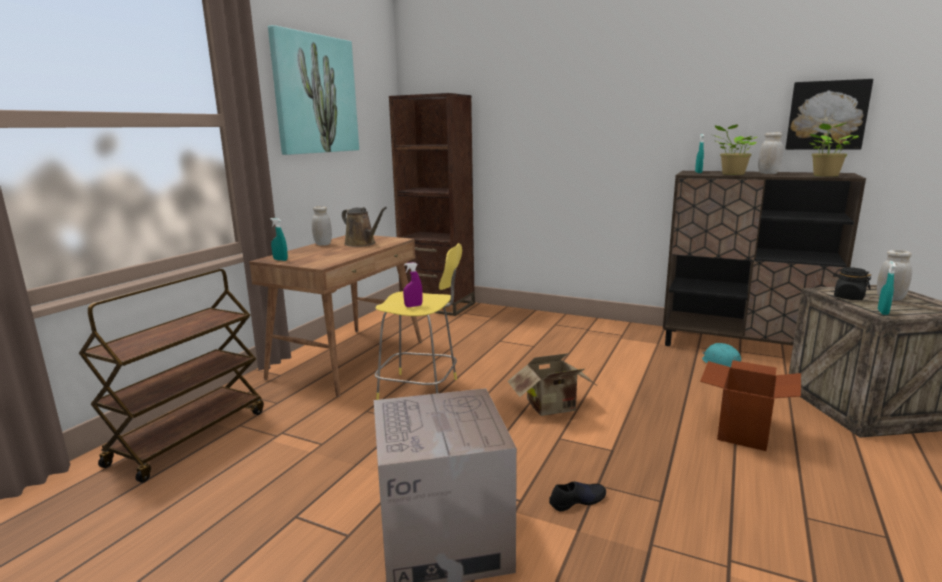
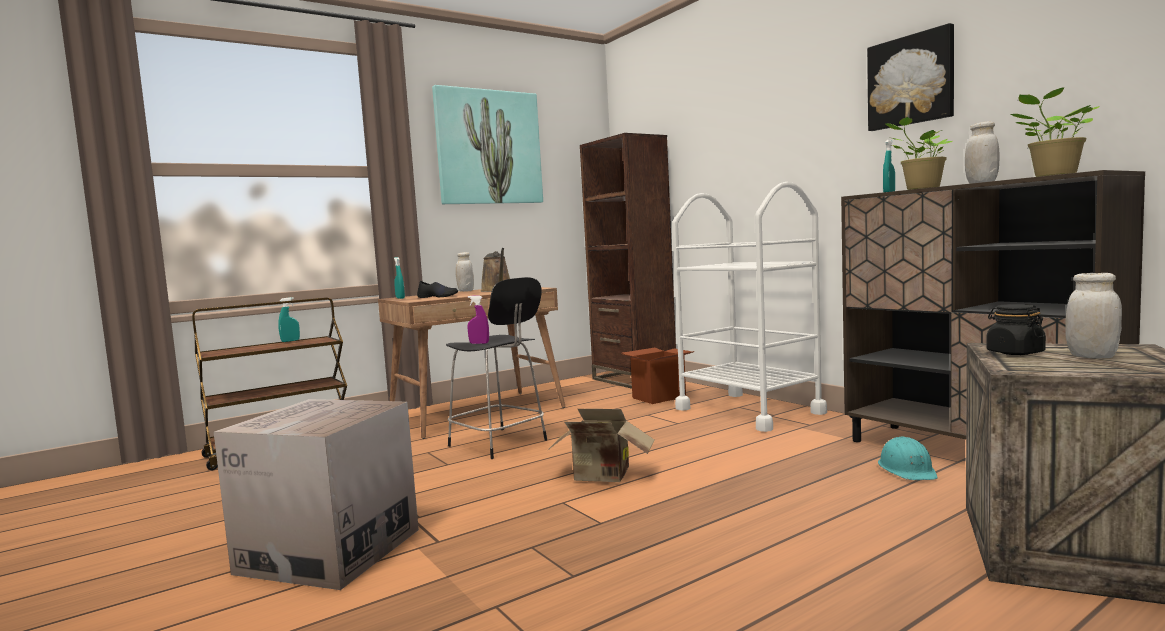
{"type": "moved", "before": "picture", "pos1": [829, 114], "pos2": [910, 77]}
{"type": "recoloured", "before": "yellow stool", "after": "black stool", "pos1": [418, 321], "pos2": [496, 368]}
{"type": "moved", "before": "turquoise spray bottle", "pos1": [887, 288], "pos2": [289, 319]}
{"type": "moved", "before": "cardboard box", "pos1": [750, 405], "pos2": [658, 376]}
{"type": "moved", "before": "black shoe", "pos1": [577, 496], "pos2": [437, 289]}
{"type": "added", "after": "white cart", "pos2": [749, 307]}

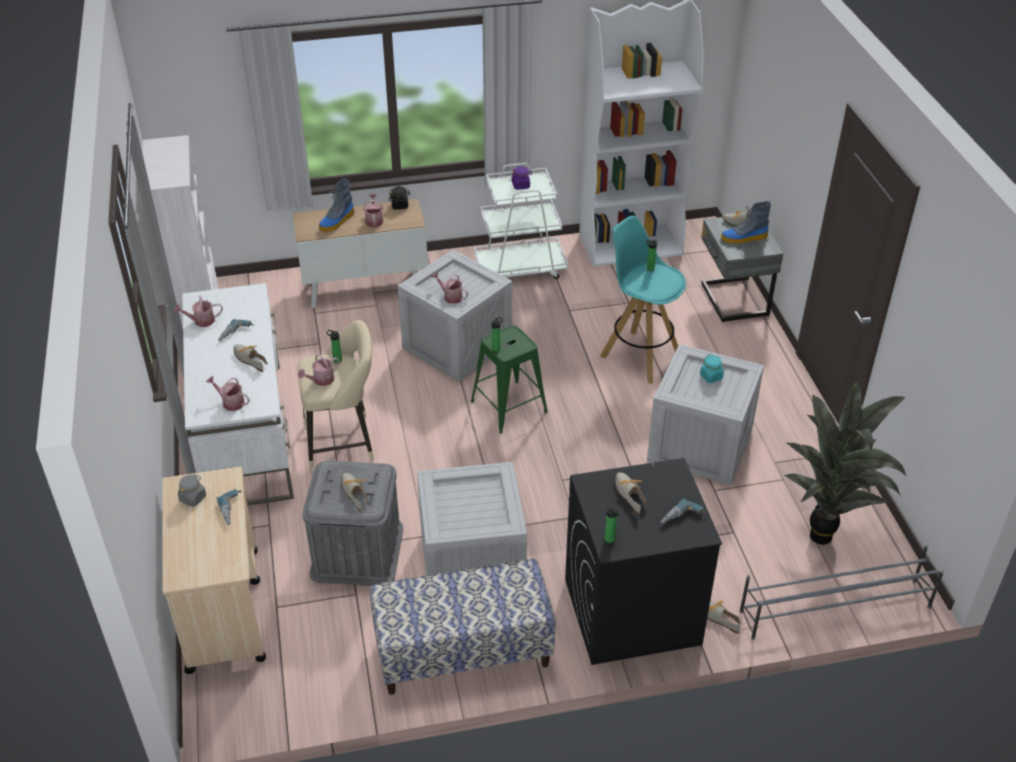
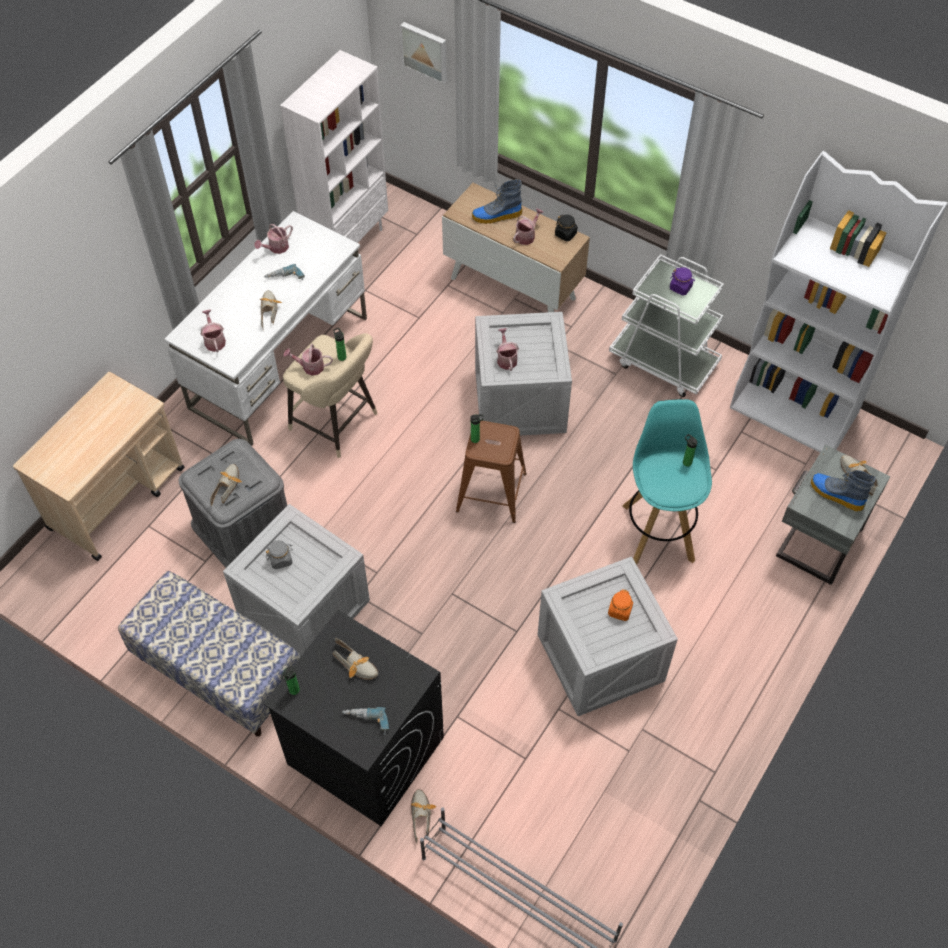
{"type": "turned", "before": "watering can", "pos1": [198, 311], "pos2": [273, 239], "turn": -75}
{"type": "recoloured", "before": "green stool", "after": "brown stool", "pos1": [509, 380], "pos2": [491, 472]}
{"type": "recoloured", "before": "turquoise jar", "after": "orange jar", "pos1": [712, 368], "pos2": [620, 605]}
{"type": "removed", "before": "potted plant", "pos1": [845, 463]}
{"type": "turned", "before": "shoe", "pos1": [631, 493], "pos2": [355, 659], "turn": 105}
{"type": "moved", "before": "grey jar", "pos1": [192, 490], "pos2": [279, 554]}
{"type": "removed", "before": "power drill", "pos1": [229, 507]}
{"type": "added", "after": "picture", "pos2": [423, 53]}

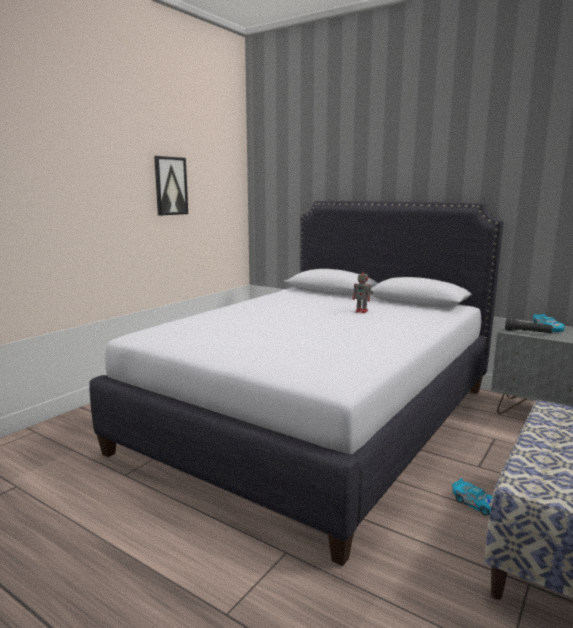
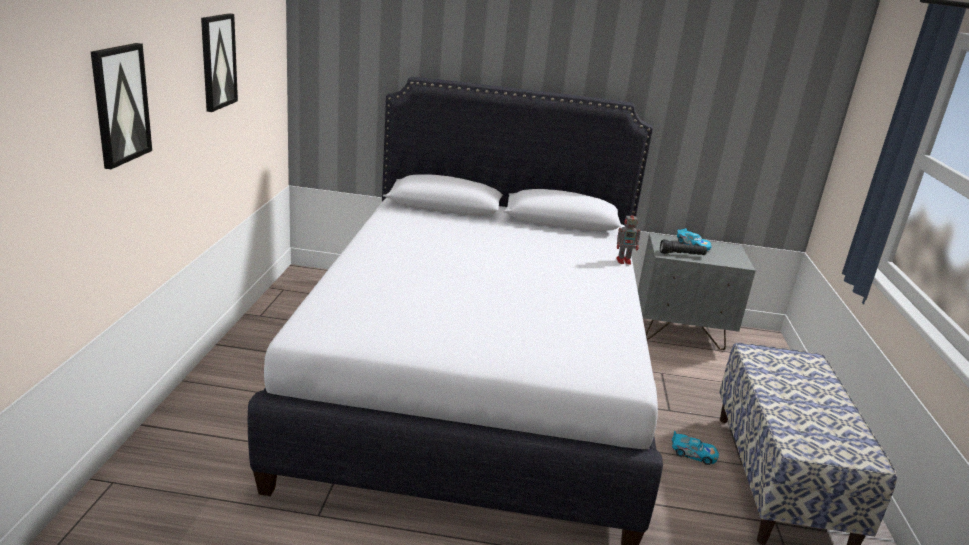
{"type": "moved", "before": "toy robot", "pos1": [363, 291], "pos2": [628, 238]}
{"type": "added", "after": "picture", "pos2": [121, 106]}

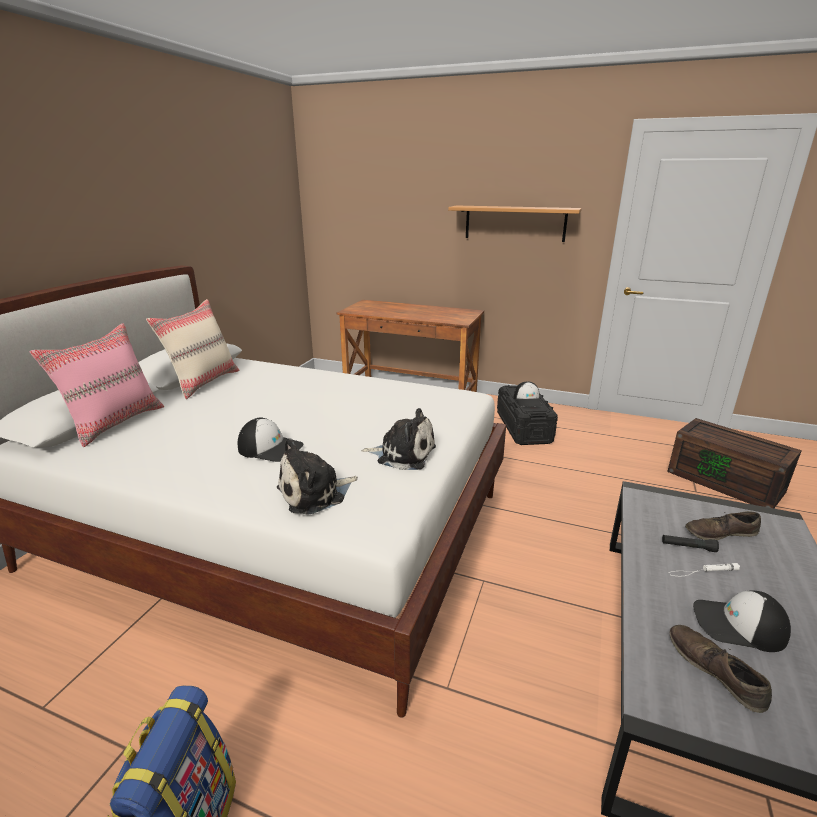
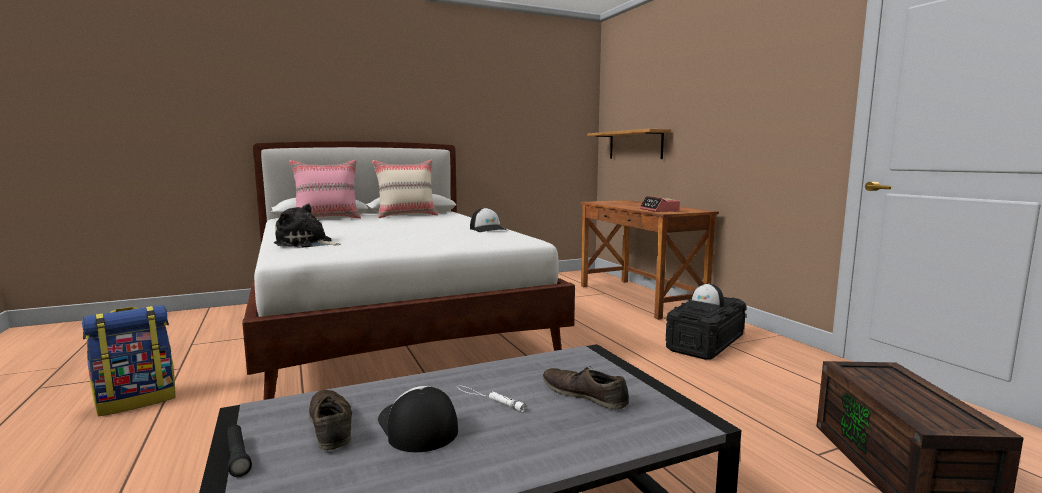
{"type": "moved", "before": "shelf", "pos1": [515, 224], "pos2": [629, 144]}
{"type": "removed", "before": "plush toy", "pos1": [398, 439]}
{"type": "moved", "before": "cap", "pos1": [271, 440], "pos2": [488, 220]}
{"type": "moved", "before": "black flashlight", "pos1": [690, 543], "pos2": [239, 450]}
{"type": "turned", "before": "brown shoe", "pos1": [721, 669], "pos2": [330, 420], "turn": -45}
{"type": "added", "after": "alarm clock", "pos2": [660, 204]}

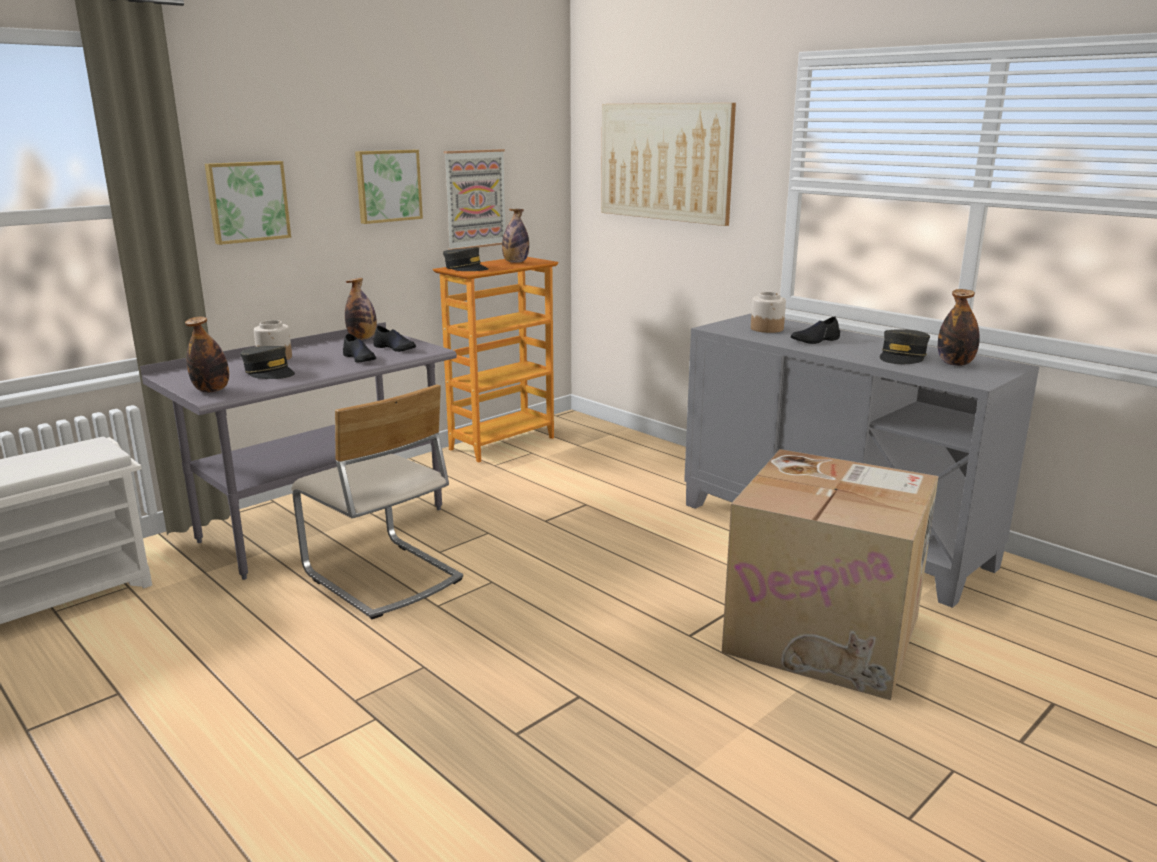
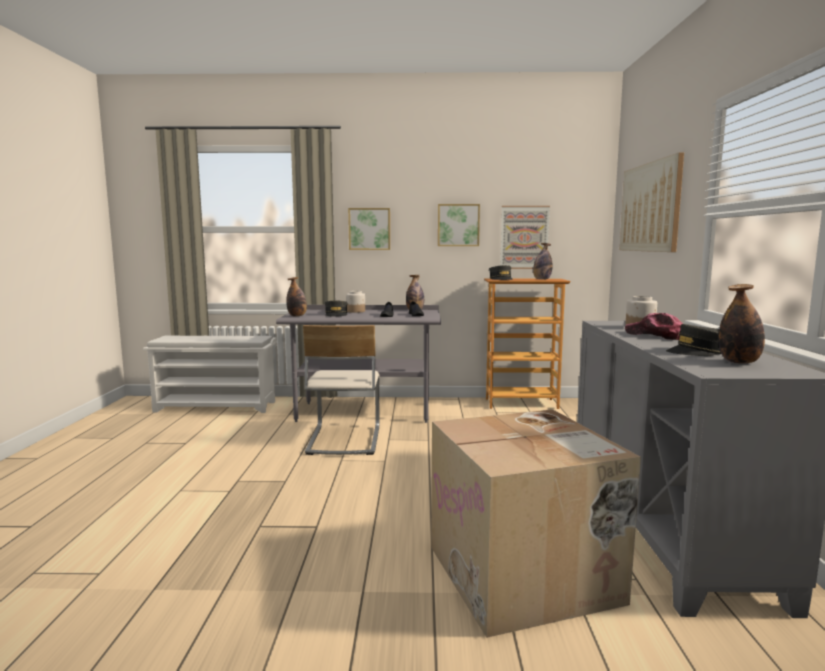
{"type": "replaced", "before": "black shoe", "after": "cap", "pos1": [815, 330], "pos2": [654, 326]}

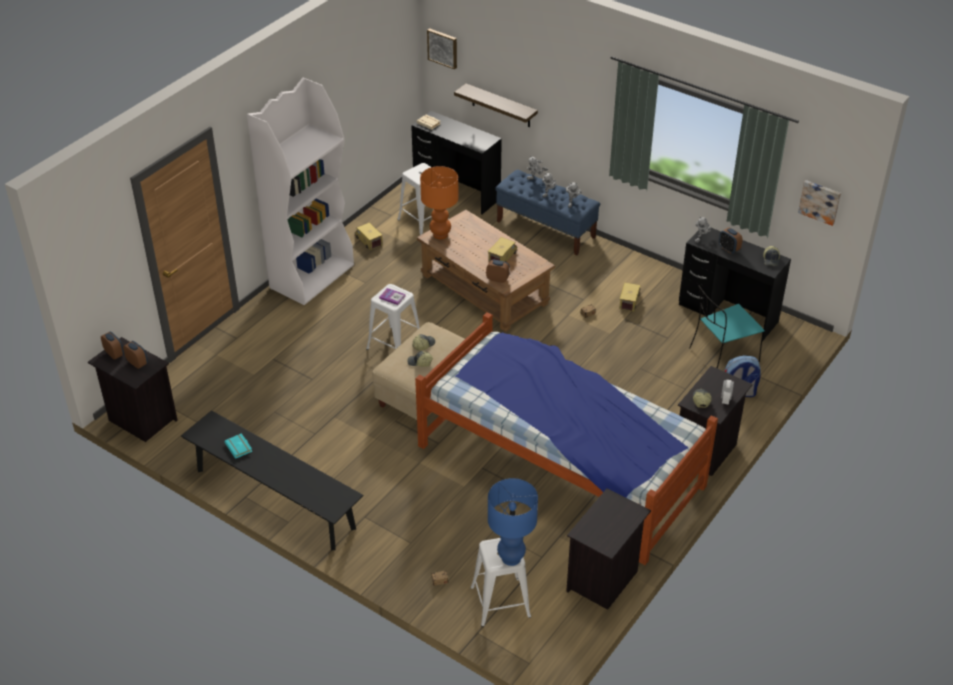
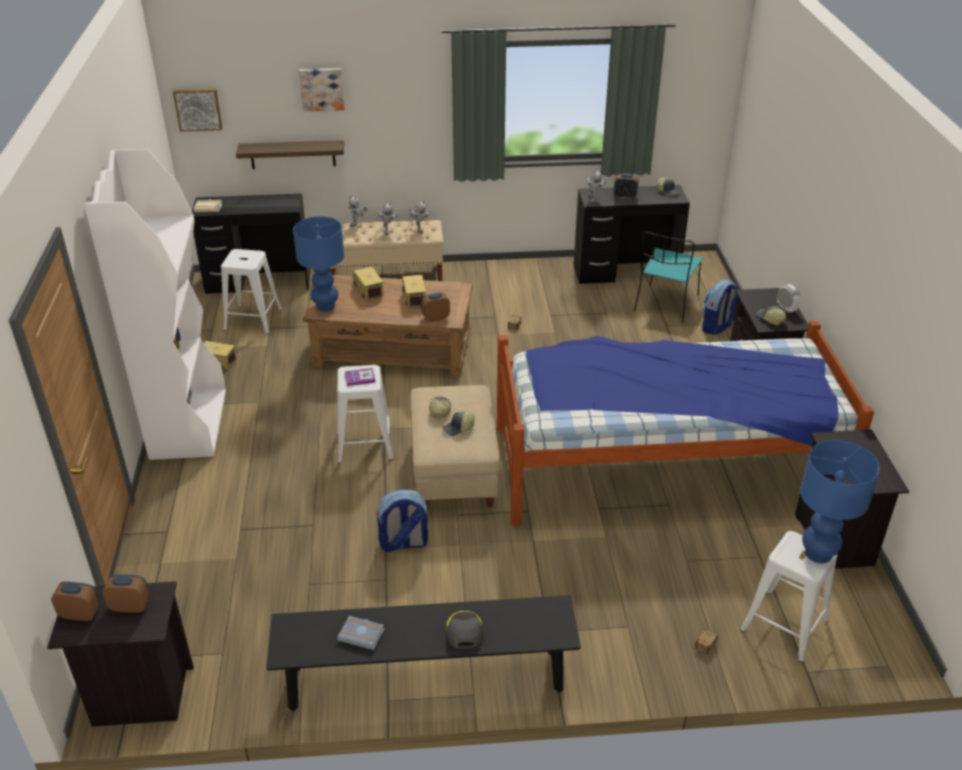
{"type": "recoloured", "before": "orange table lamp", "after": "blue table lamp", "pos1": [439, 202], "pos2": [318, 263]}
{"type": "recoloured", "before": "blue bench", "after": "beige bench", "pos1": [547, 212], "pos2": [386, 250]}
{"type": "moved", "before": "picture", "pos1": [819, 203], "pos2": [322, 89]}
{"type": "moved", "before": "toy truck", "pos1": [630, 297], "pos2": [368, 283]}
{"type": "recoloured", "before": "turquoise book", "after": "grey book", "pos1": [238, 445], "pos2": [360, 633]}
{"type": "added", "after": "backpack", "pos2": [402, 521]}
{"type": "added", "after": "grey cap", "pos2": [465, 630]}

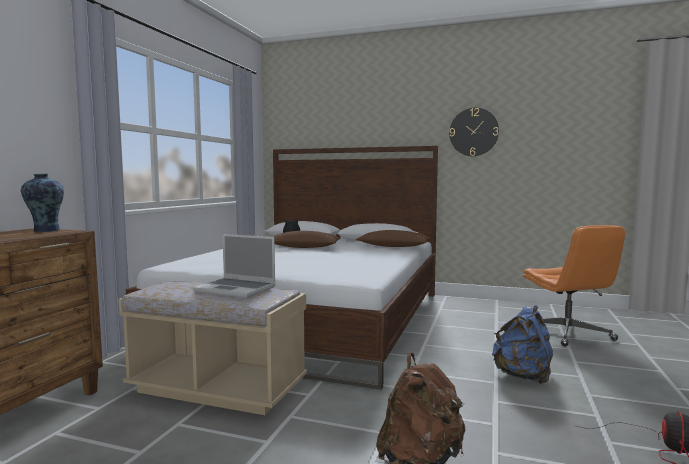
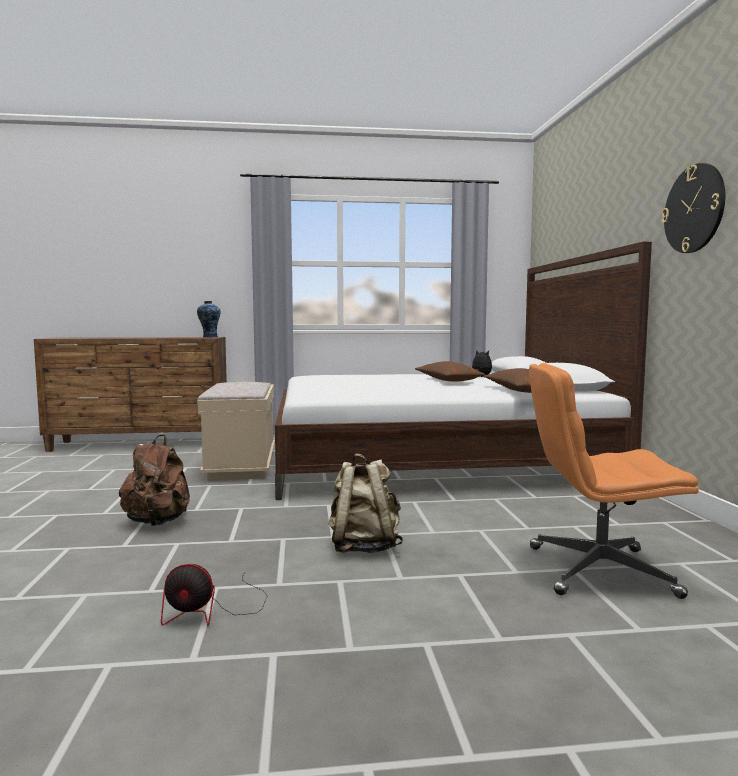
{"type": "turned", "before": "orange office chair", "pos1": [574, 285], "pos2": [614, 481], "turn": 45}
{"type": "removed", "before": "laptop", "pos1": [234, 266]}
{"type": "recoloured", "before": "blue backpack", "after": "beige backpack", "pos1": [522, 344], "pos2": [365, 503]}

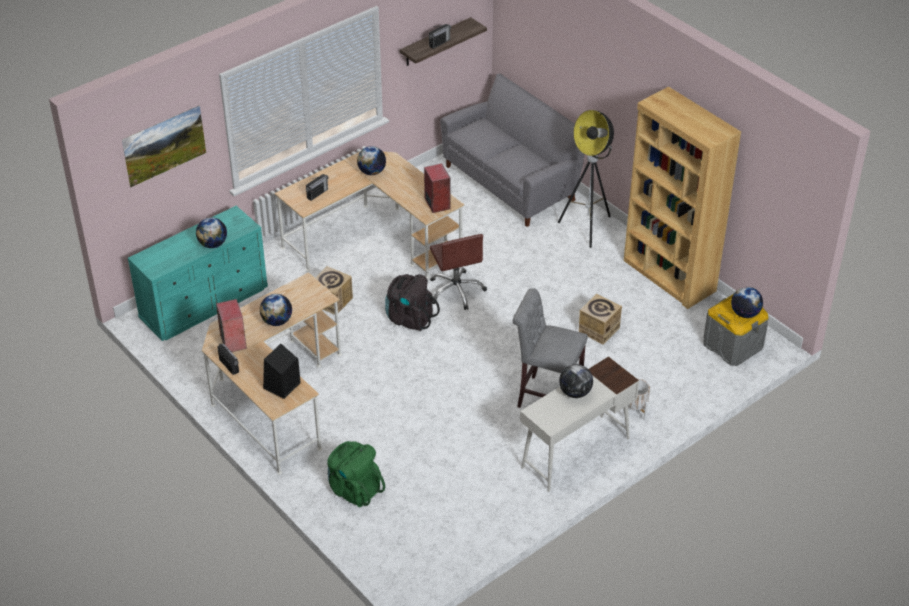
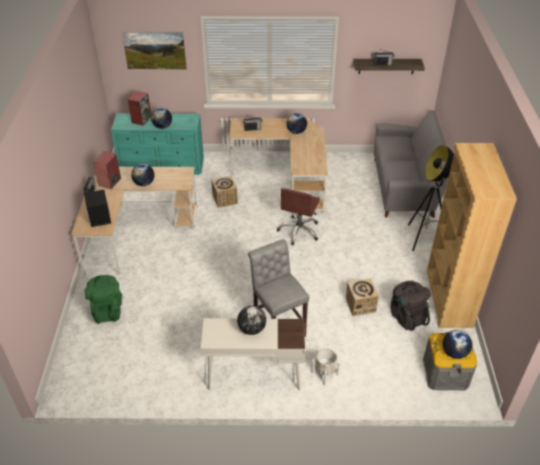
{"type": "moved", "before": "speaker", "pos1": [437, 188], "pos2": [139, 108]}
{"type": "moved", "before": "black backpack", "pos1": [412, 302], "pos2": [410, 306]}

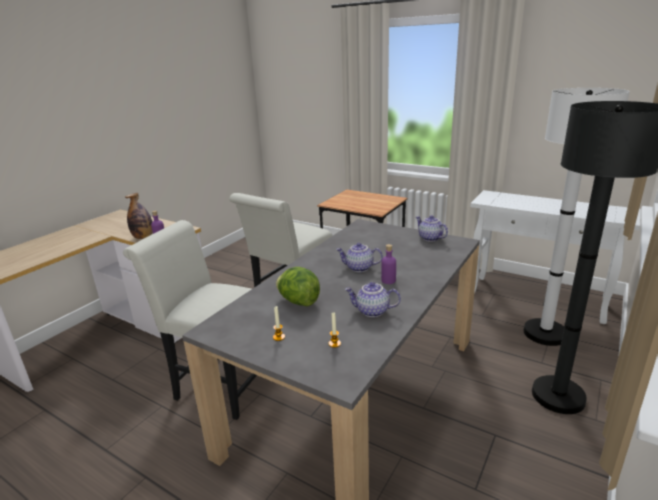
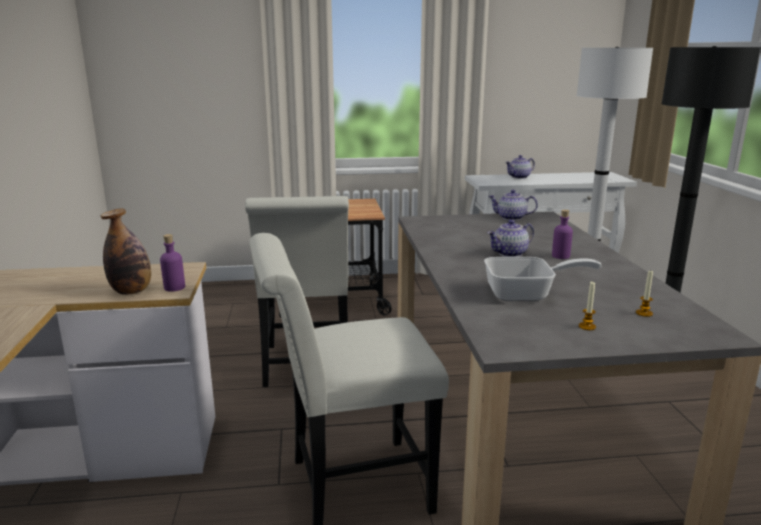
{"type": "replaced", "before": "lettuce", "after": "frying pan", "pos1": [298, 287], "pos2": [543, 279]}
{"type": "moved", "before": "teapot", "pos1": [373, 299], "pos2": [520, 167]}

